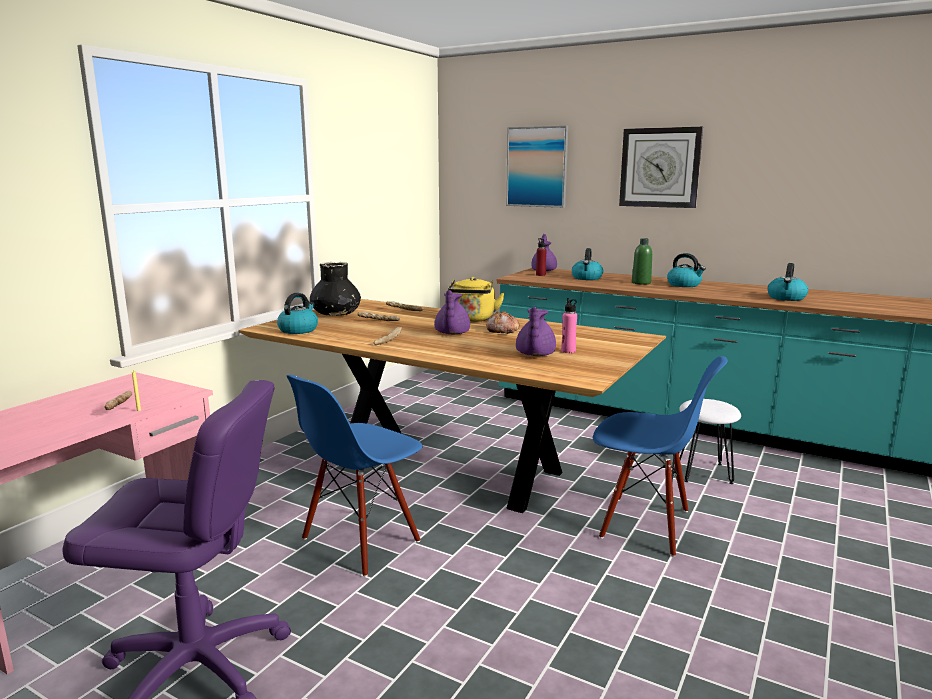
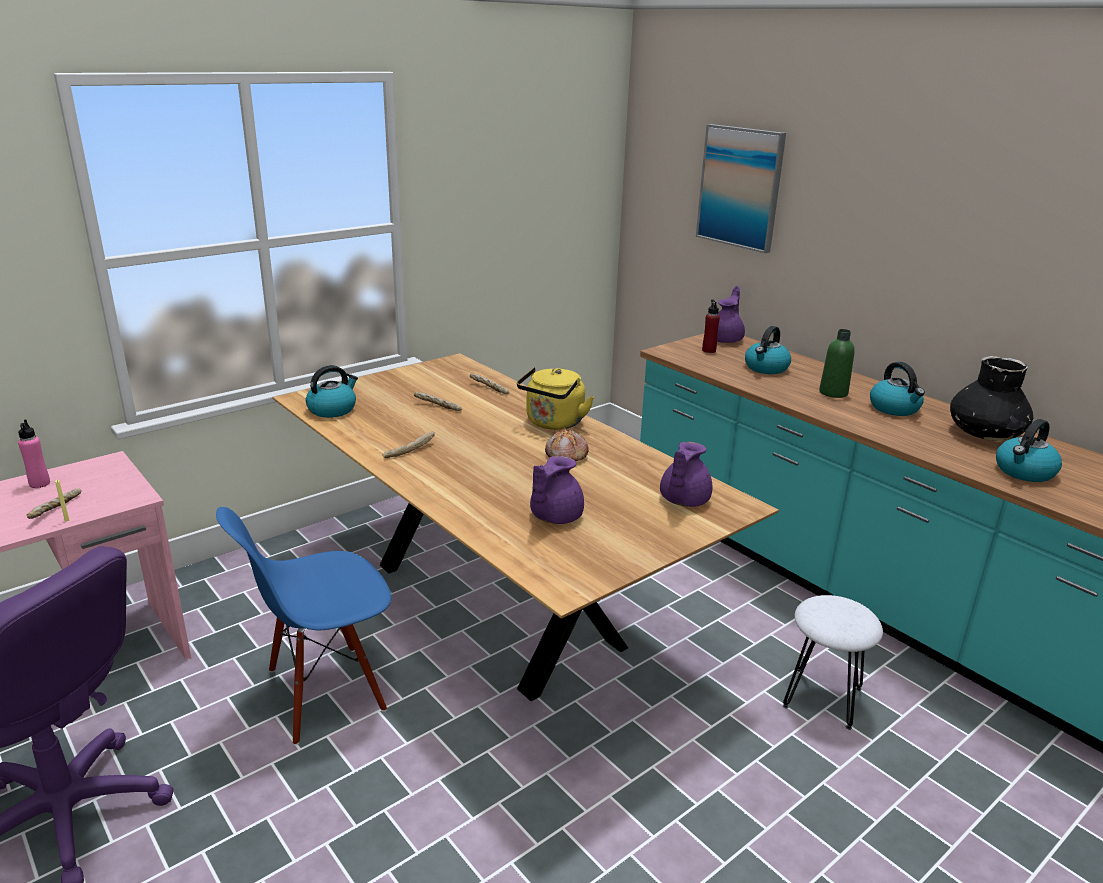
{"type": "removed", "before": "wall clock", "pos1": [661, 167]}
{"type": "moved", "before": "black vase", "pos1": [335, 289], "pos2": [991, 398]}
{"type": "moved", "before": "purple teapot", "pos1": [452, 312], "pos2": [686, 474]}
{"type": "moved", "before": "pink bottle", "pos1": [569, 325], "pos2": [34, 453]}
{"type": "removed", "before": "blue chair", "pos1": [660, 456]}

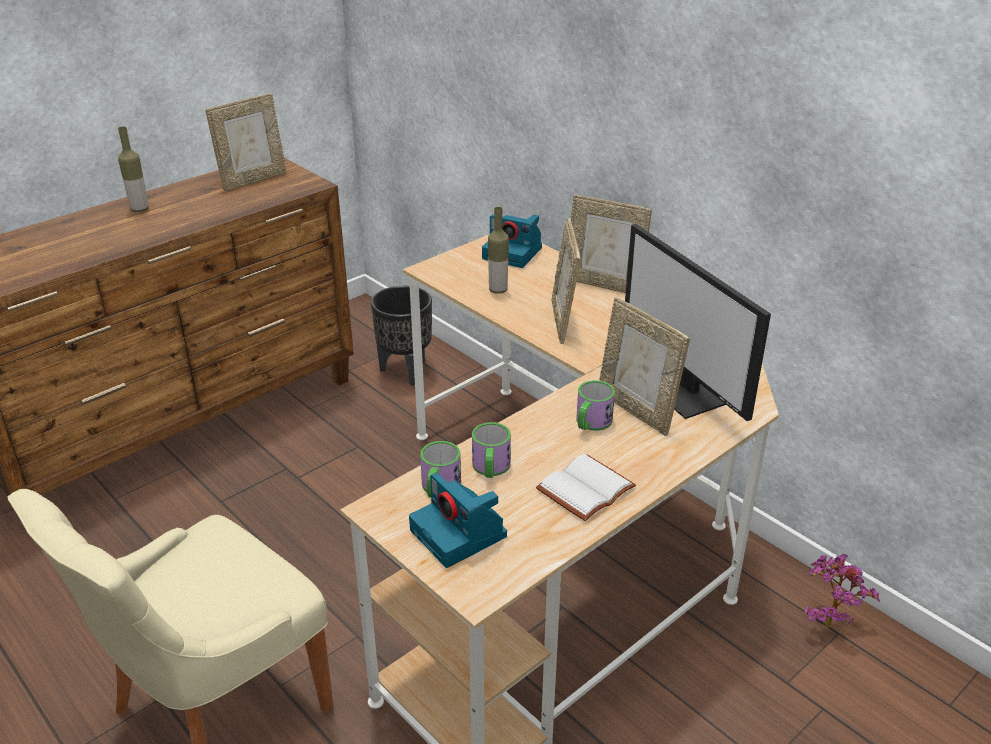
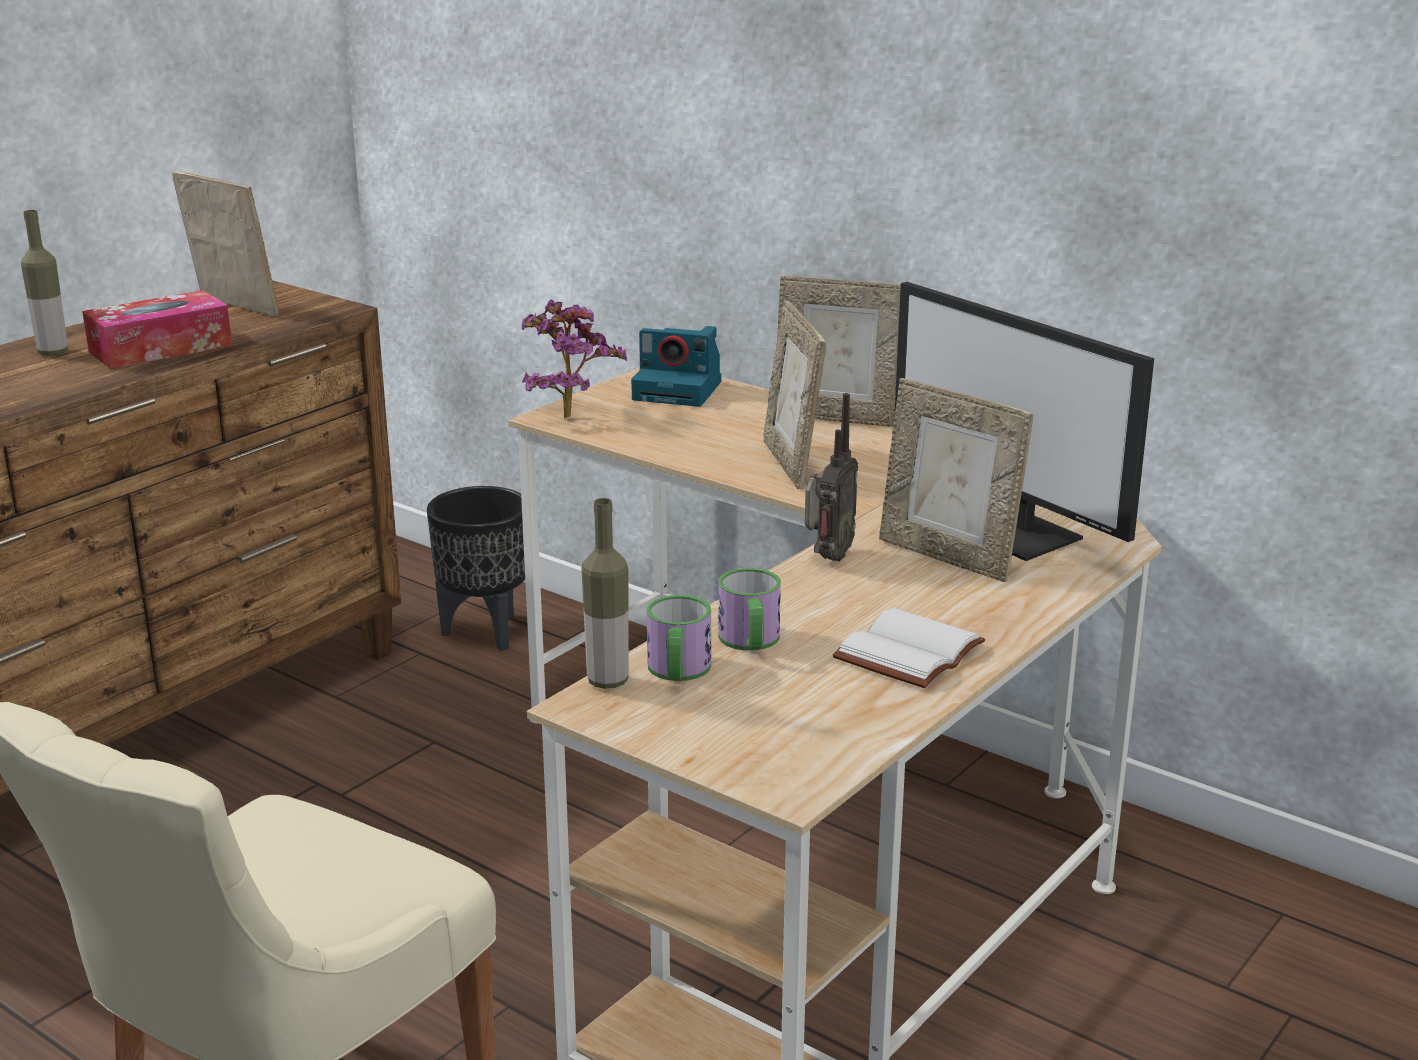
{"type": "turned", "before": "picture frame", "pos1": [246, 142], "pos2": [225, 244], "turn": -90}
{"type": "moved", "before": "bottle", "pos1": [498, 250], "pos2": [605, 593]}
{"type": "removed", "before": "mug", "pos1": [596, 405]}
{"type": "removed", "before": "photo camera", "pos1": [458, 520]}
{"type": "moved", "before": "potted plant", "pos1": [842, 591], "pos2": [574, 359]}
{"type": "added", "after": "tissue box", "pos2": [157, 329]}
{"type": "added", "after": "radio", "pos2": [831, 477]}

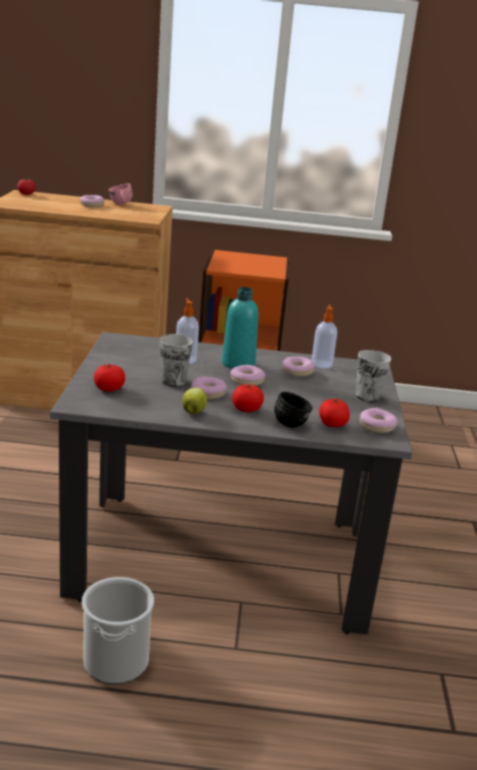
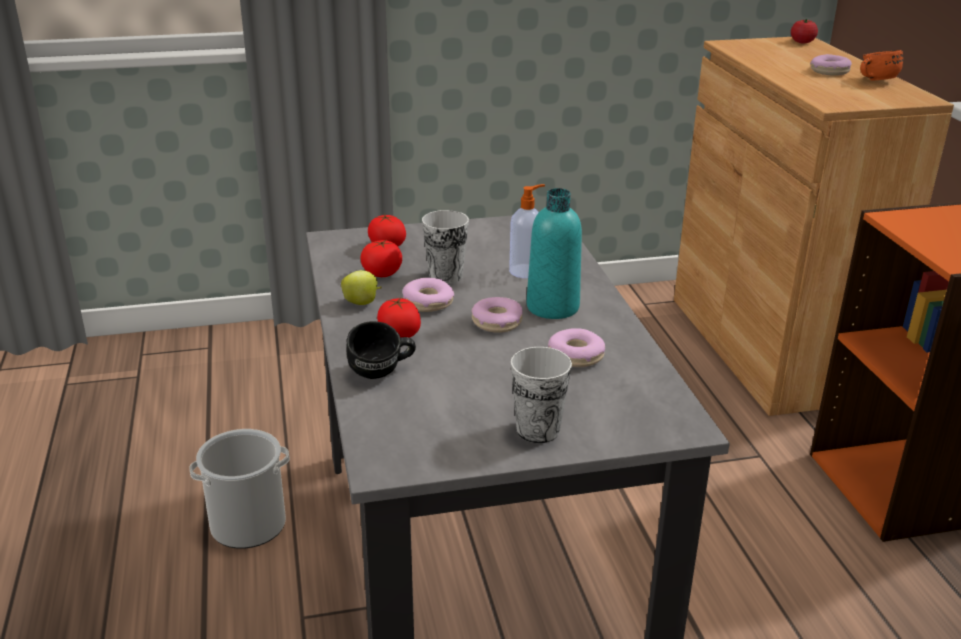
{"type": "recoloured", "before": "pink mug", "after": "orange mug", "pos1": [121, 194], "pos2": [881, 65]}
{"type": "removed", "before": "soap dispenser", "pos1": [324, 336]}
{"type": "moved", "before": "tomato", "pos1": [334, 412], "pos2": [381, 258]}
{"type": "removed", "before": "donut", "pos1": [379, 420]}

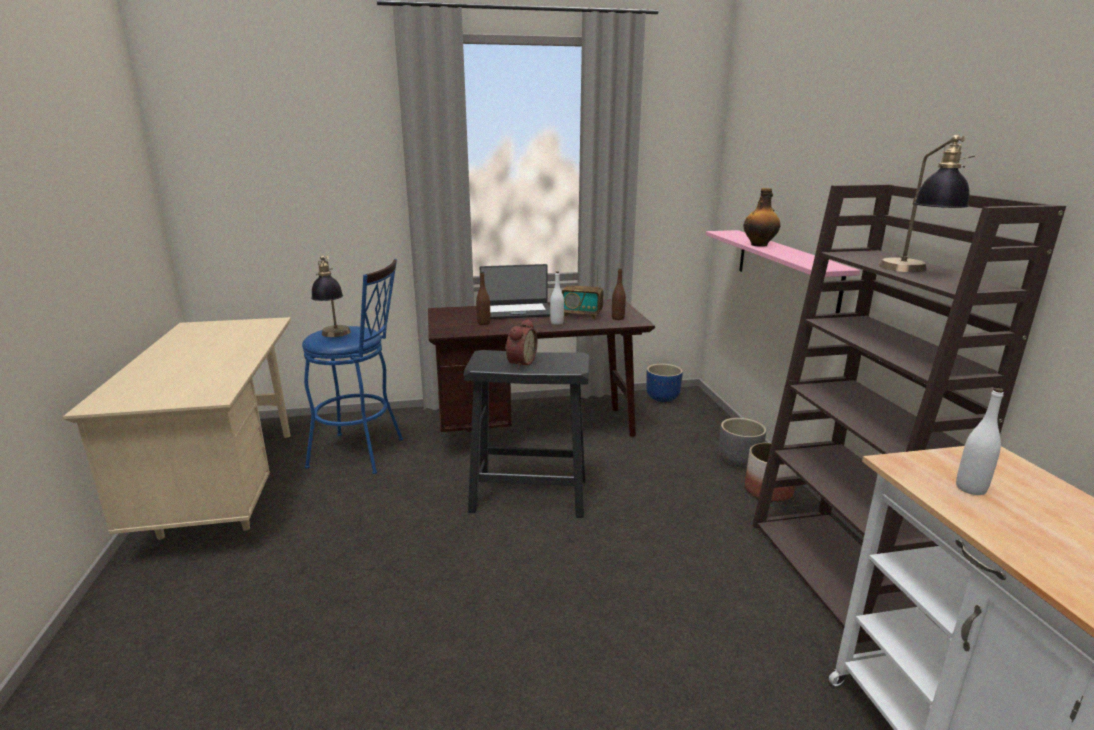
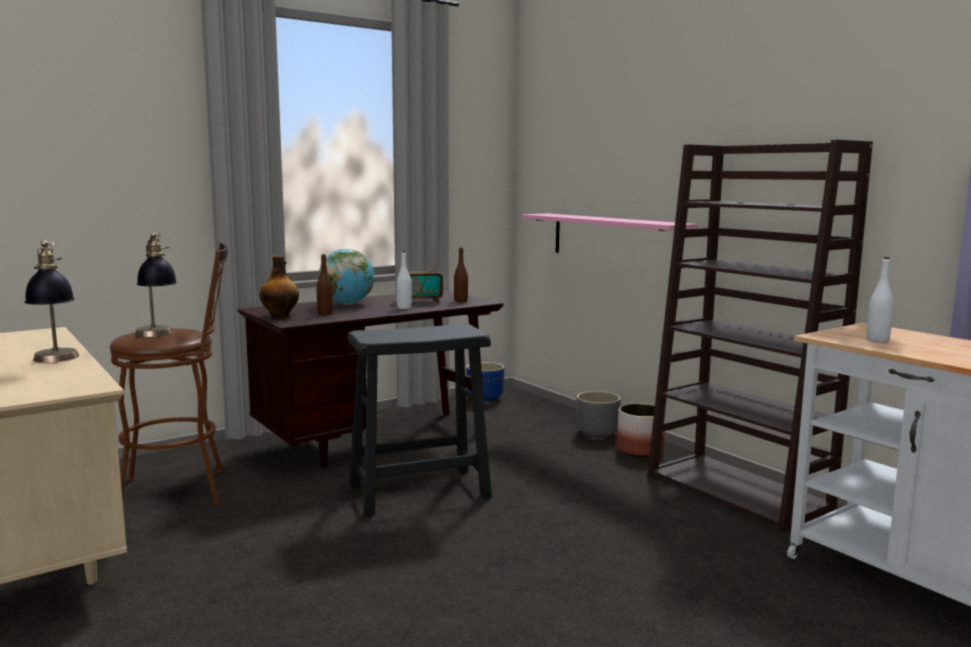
{"type": "moved", "before": "table lamp", "pos1": [927, 203], "pos2": [51, 301]}
{"type": "moved", "before": "bottle", "pos1": [762, 217], "pos2": [279, 286]}
{"type": "recoloured", "before": "blue stool", "after": "brown stool", "pos1": [352, 366], "pos2": [169, 374]}
{"type": "replaced", "before": "laptop", "after": "globe", "pos1": [515, 291], "pos2": [346, 277]}
{"type": "removed", "before": "alarm clock", "pos1": [521, 344]}

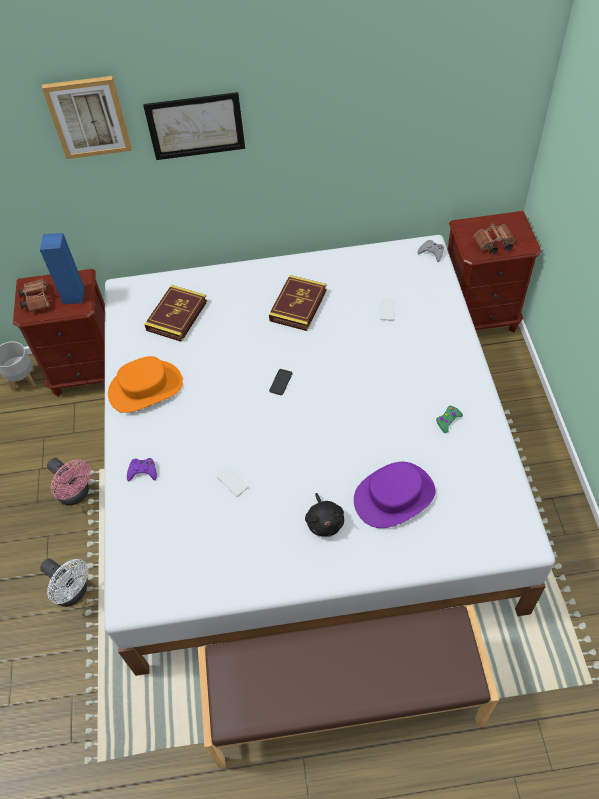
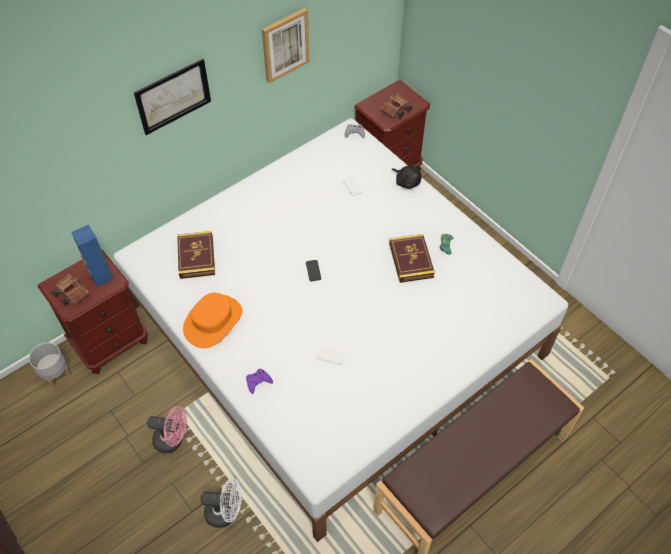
{"type": "moved", "before": "picture", "pos1": [87, 117], "pos2": [286, 45]}
{"type": "moved", "before": "book", "pos1": [298, 303], "pos2": [412, 258]}
{"type": "removed", "before": "purple hat", "pos1": [395, 495]}
{"type": "moved", "before": "black plush toy", "pos1": [324, 515], "pos2": [406, 177]}

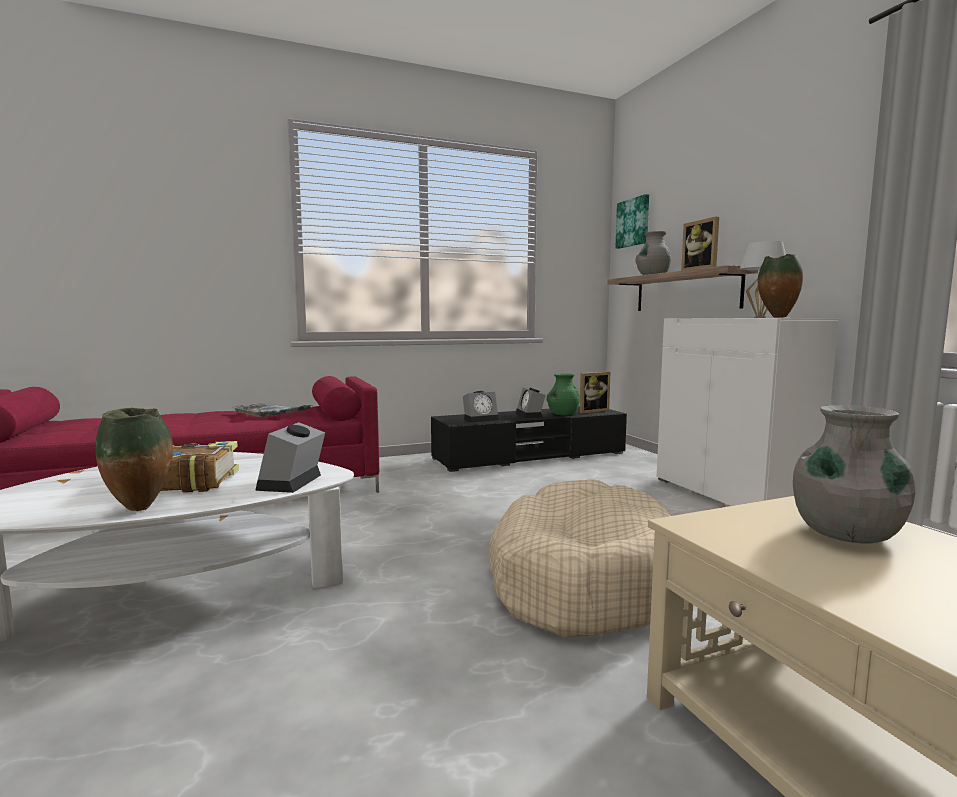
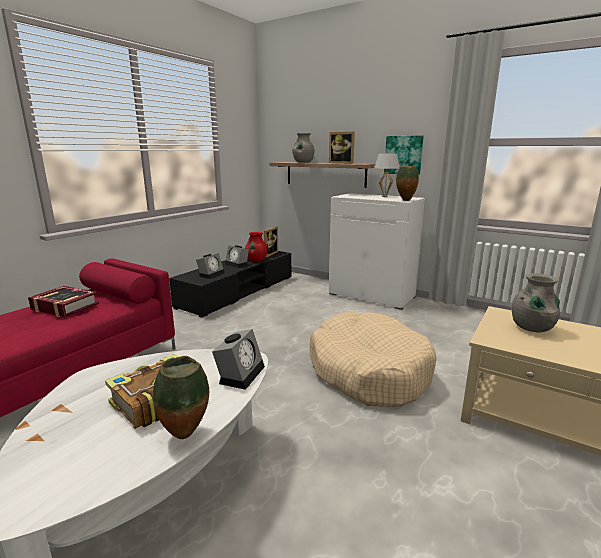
{"type": "moved", "before": "picture", "pos1": [632, 221], "pos2": [404, 155]}
{"type": "recoloured", "before": "green vase", "after": "red vase", "pos1": [563, 394], "pos2": [256, 246]}
{"type": "replaced", "before": "grey tray", "after": "book", "pos1": [273, 410], "pos2": [63, 301]}
{"type": "turned", "before": "alarm clock", "pos1": [290, 457], "pos2": [238, 359], "turn": -135}

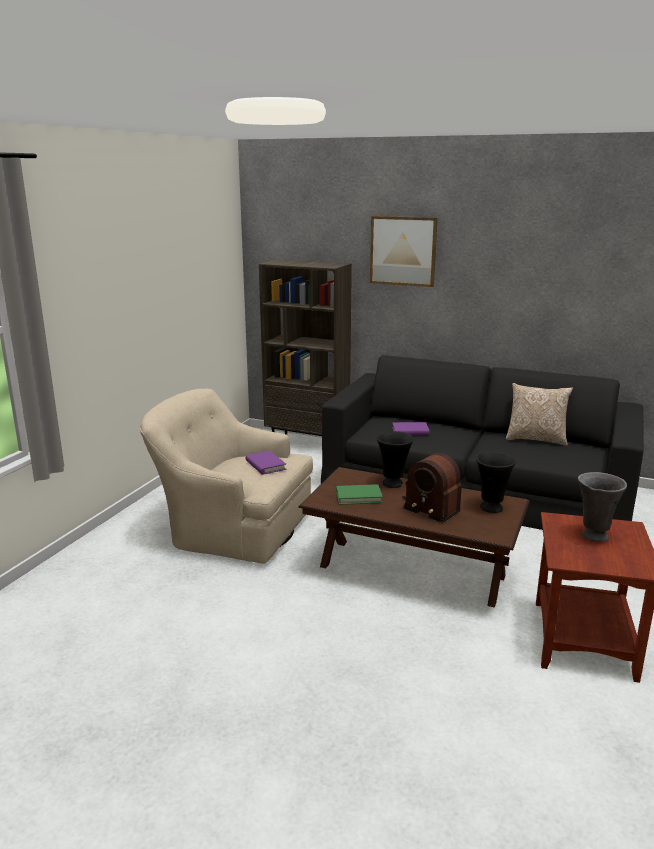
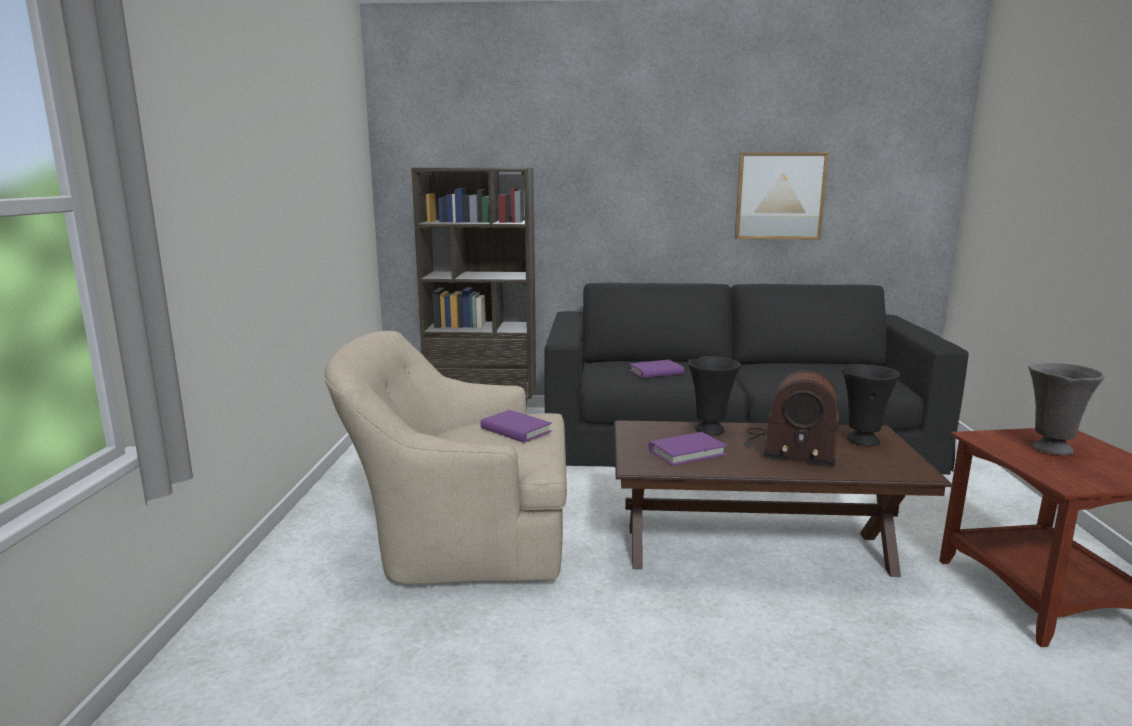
{"type": "moved", "before": "picture", "pos1": [404, 251], "pos2": [781, 196]}
{"type": "removed", "before": "pillow", "pos1": [539, 414]}
{"type": "recoloured", "before": "green book", "after": "purple book", "pos1": [359, 494], "pos2": [688, 449]}

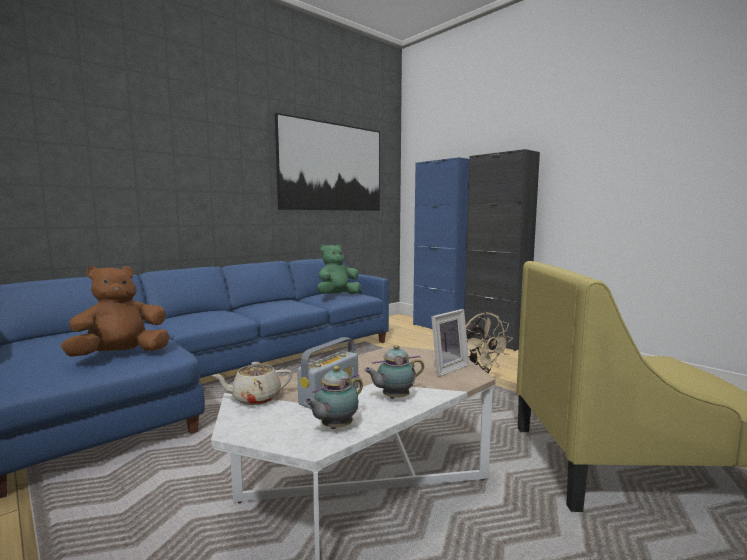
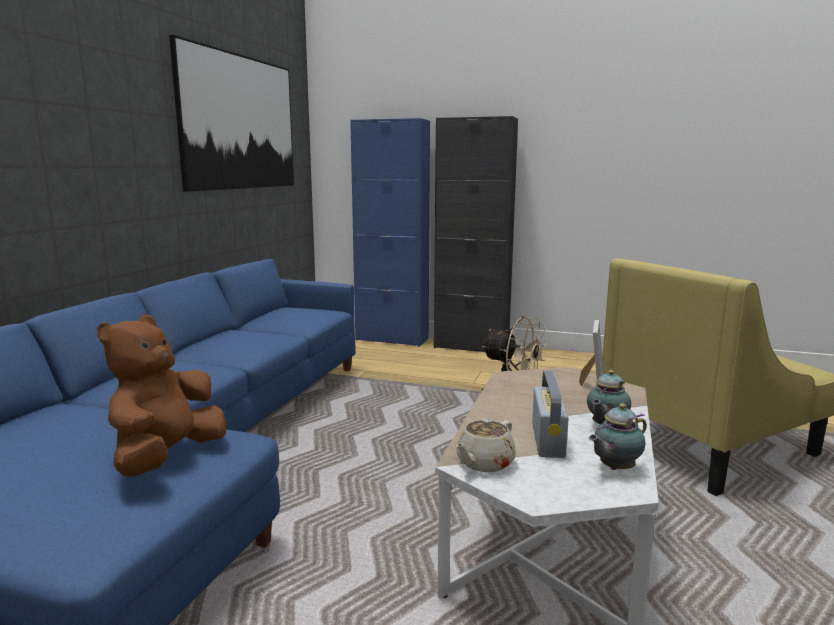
{"type": "removed", "before": "green plush toy", "pos1": [339, 269]}
{"type": "turned", "before": "teapot", "pos1": [333, 397], "pos2": [618, 436], "turn": 45}

